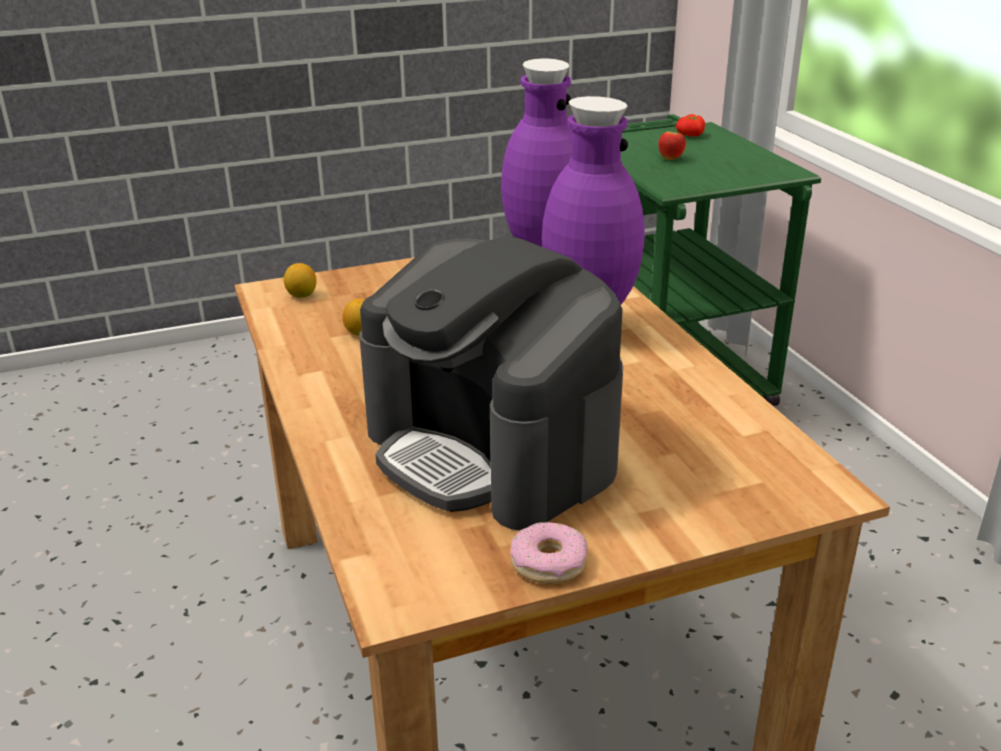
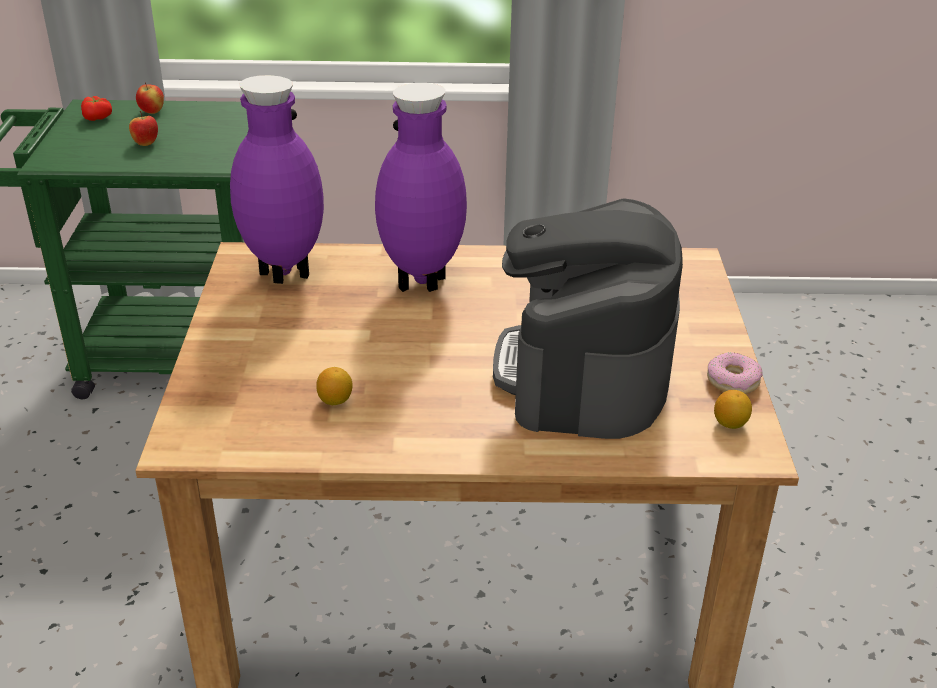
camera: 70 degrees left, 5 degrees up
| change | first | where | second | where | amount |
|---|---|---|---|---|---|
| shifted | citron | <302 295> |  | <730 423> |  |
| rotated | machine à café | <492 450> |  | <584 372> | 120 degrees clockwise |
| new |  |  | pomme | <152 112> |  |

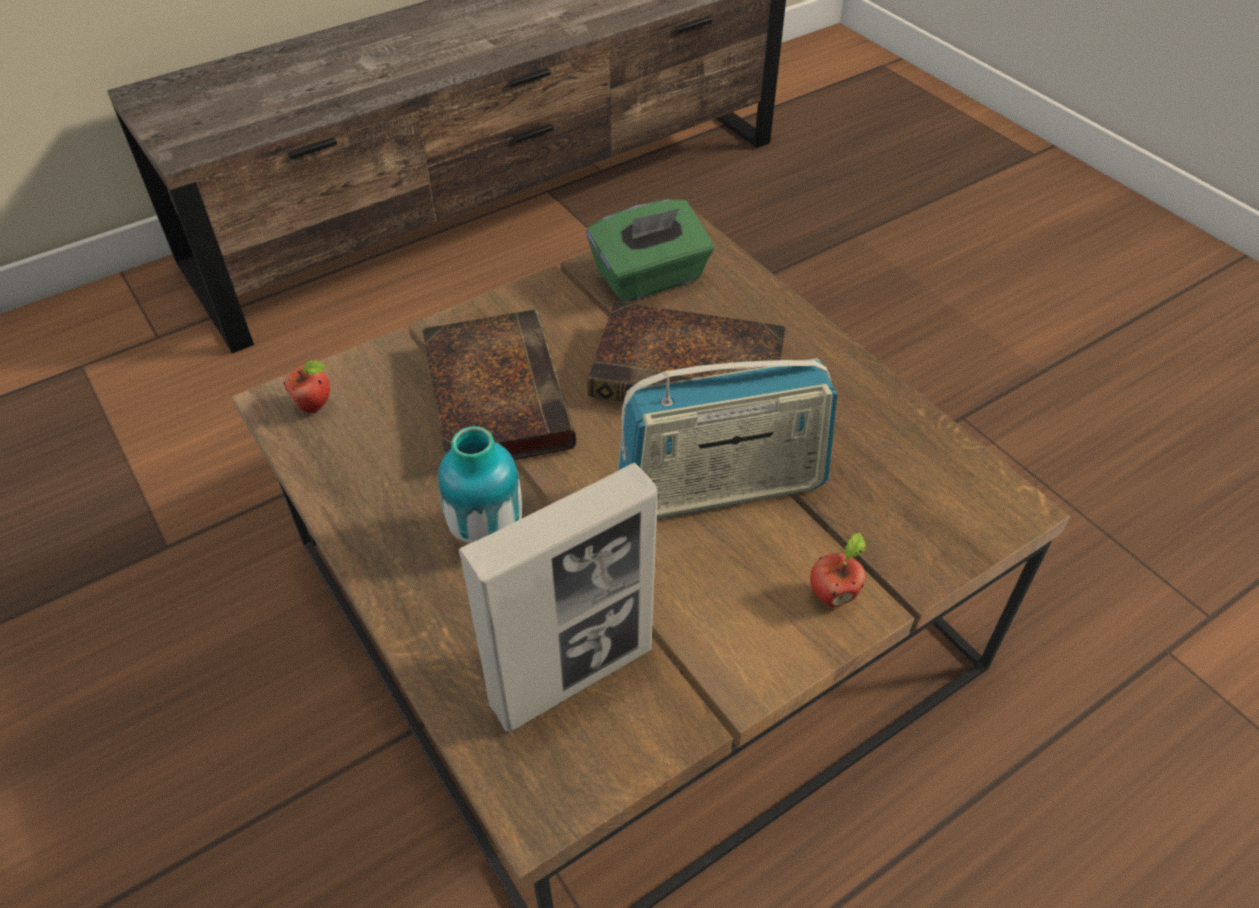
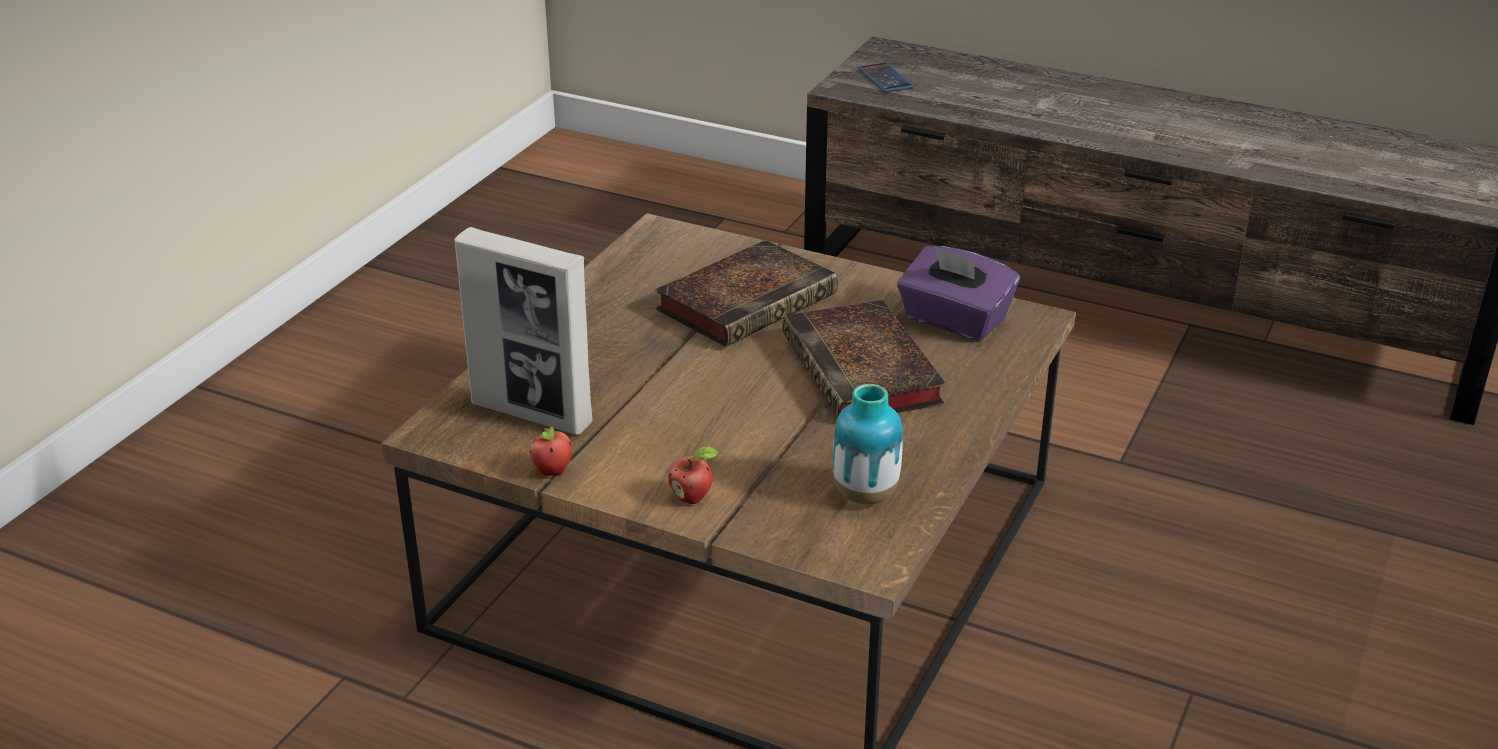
camera: 60 degrees right, 15 degrees down
| change | first | where | second | where | amount |
|---|---|---|---|---|---|
| shifted | pomme | <315 406> |  | <553 472> |  |
| shifted | vase | <487 534> |  | <865 495> |  |
| repainted | boîte à mouchoirs/vert | <650 278> | boîte à mouchoirs/violet | <954 320> |  |
| gone | radio | <722 488> |  |  |  |
| new |  |  | téléphone | <885 78> |  |

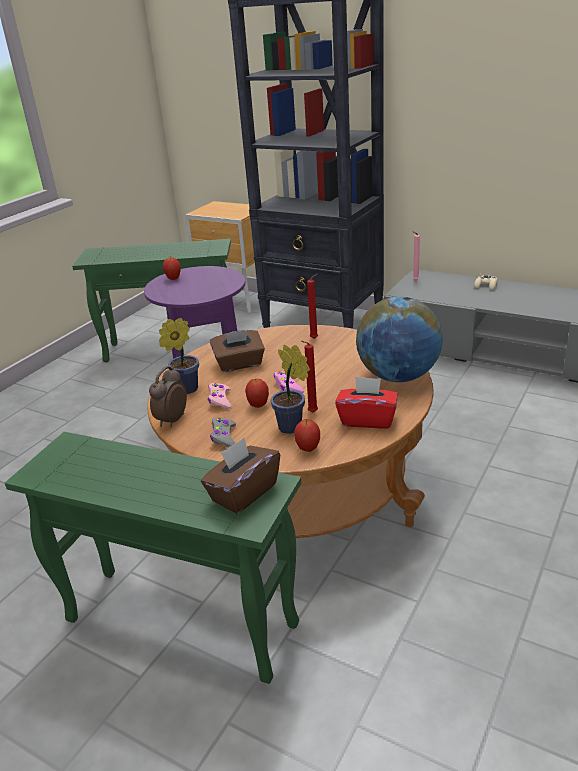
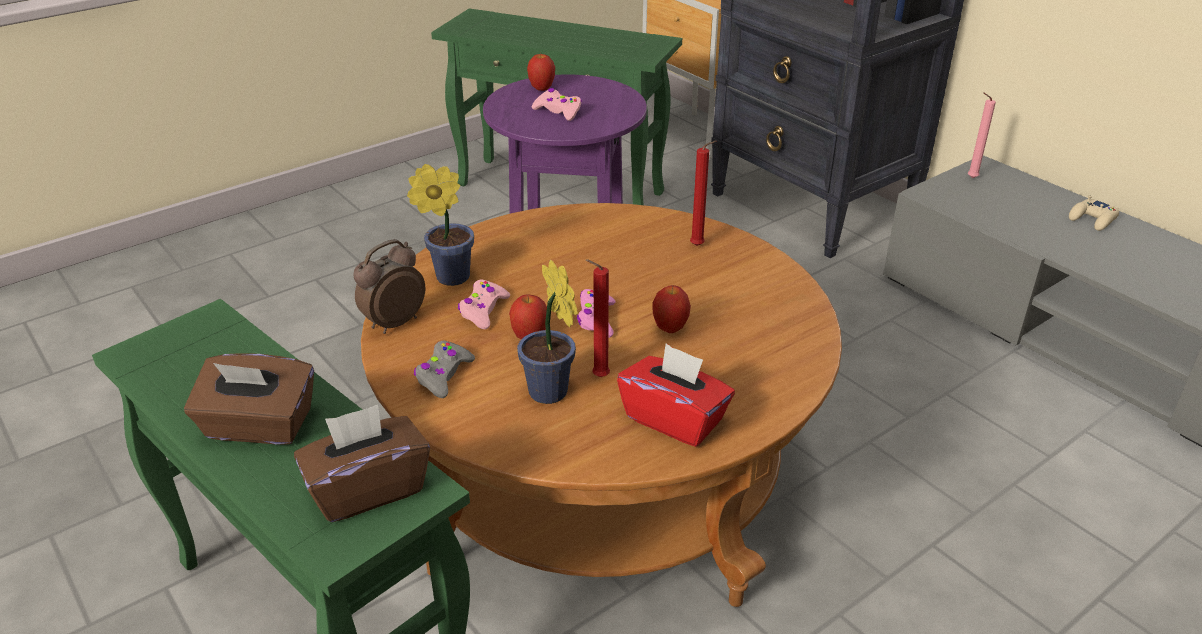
camera: 20 degrees right, 5 degrees up
| change | first | where | second | where | amount |
|---|---|---|---|---|---|
| shifted | boîte à mouchoirs/marron | <239 364> |  | <259 426> |  |
| shifted | pomme | <308 449> |  | <670 329> |  |
| gone | globe | <398 376> |  |  |  |
| new |  |  | manette/rose | <558 111> |  |

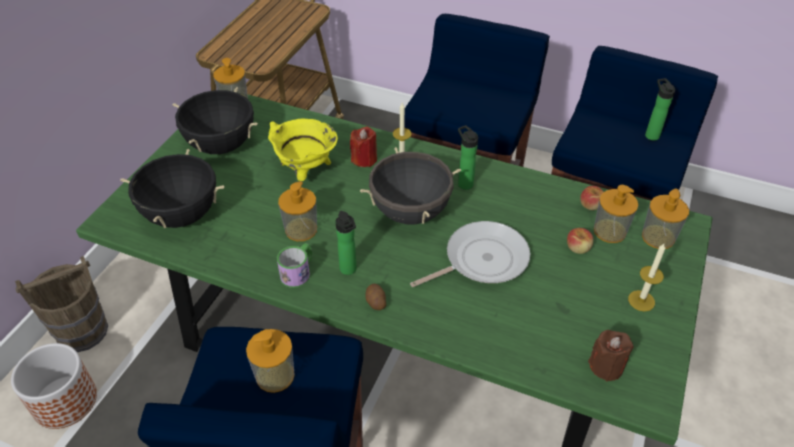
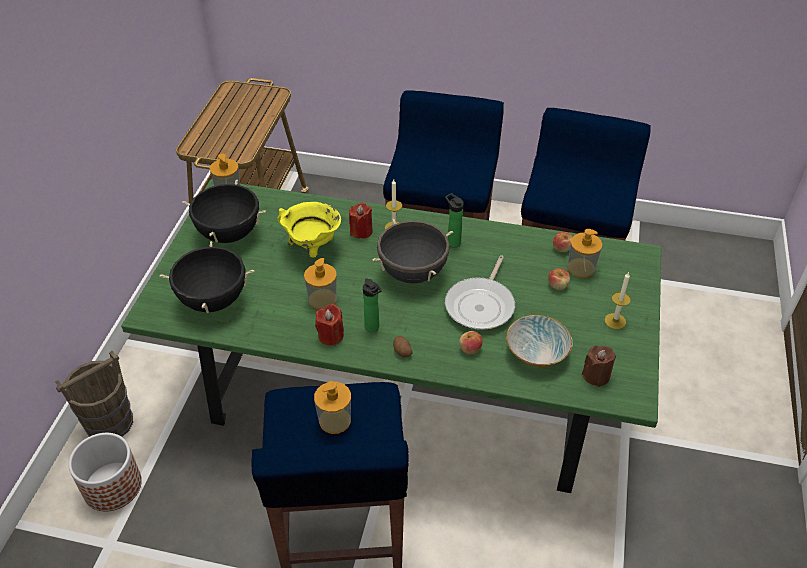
camera: 10 degrees left, 0 degrees up
| change | first | where | second | where | amount |
|---|---|---|---|---|---|
| swapped | mug | <298 272> | bougie/rouge | <331 335> |  |
| rotated | poêle | <481 260> |  | <481 305> | 150 degrees clockwise |
| gone | distributeur de savon | <658 237> |  |  |  |
| gone | bouteille | <651 134> |  |  |  |
| new |  |  | pomme | <470 349> |  |
| new |  |  | bol | <537 352> |  |

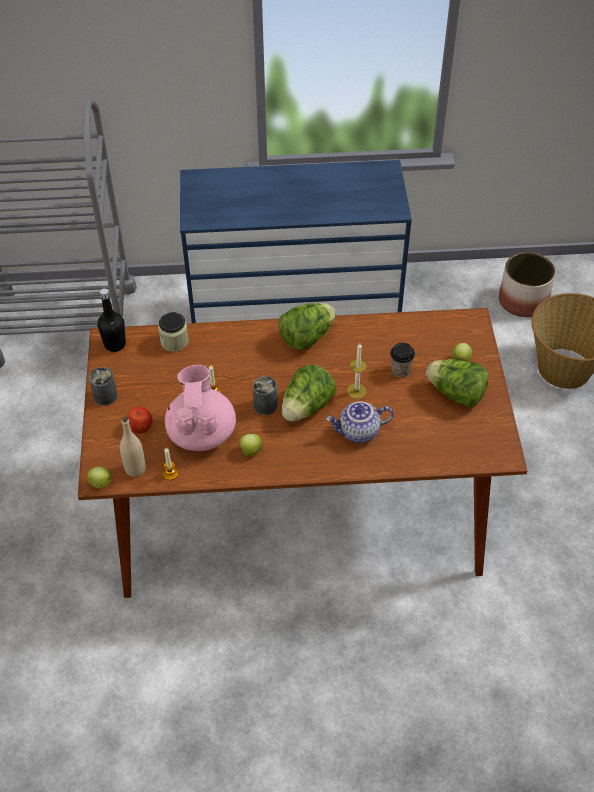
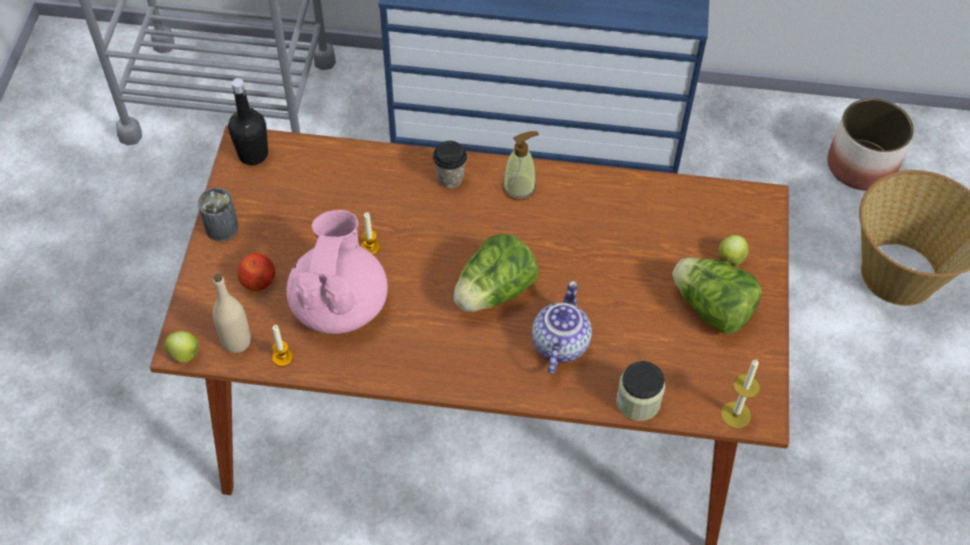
camera: 10 degrees right, 5 degrees up
| change | first | where | second | where | amount |
|---|---|---|---|---|---|
| shifted | bocal | <174 341> |  | <638 401> |  |
| gone | pomme | <250 451> |  |  |  |
| gone | boîte métallique | <265 405> |  |  |  |
| swapped | laitue | <307 337> | distributeur de savon | <519 187> |  |
| rotated | théière | <359 433> |  | <559 343> | 105 degrees clockwise |
| shifted | bougie | <356 391> |  | <735 414> |  |
| shifted | tasse | <400 370> |  | <450 178> |  |

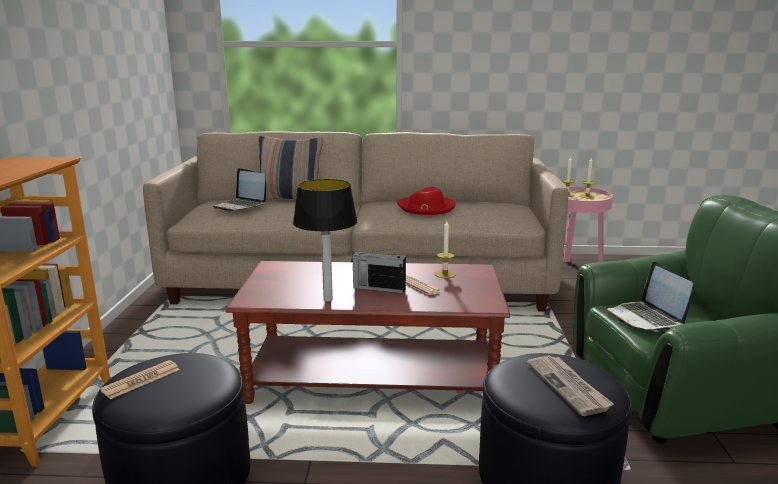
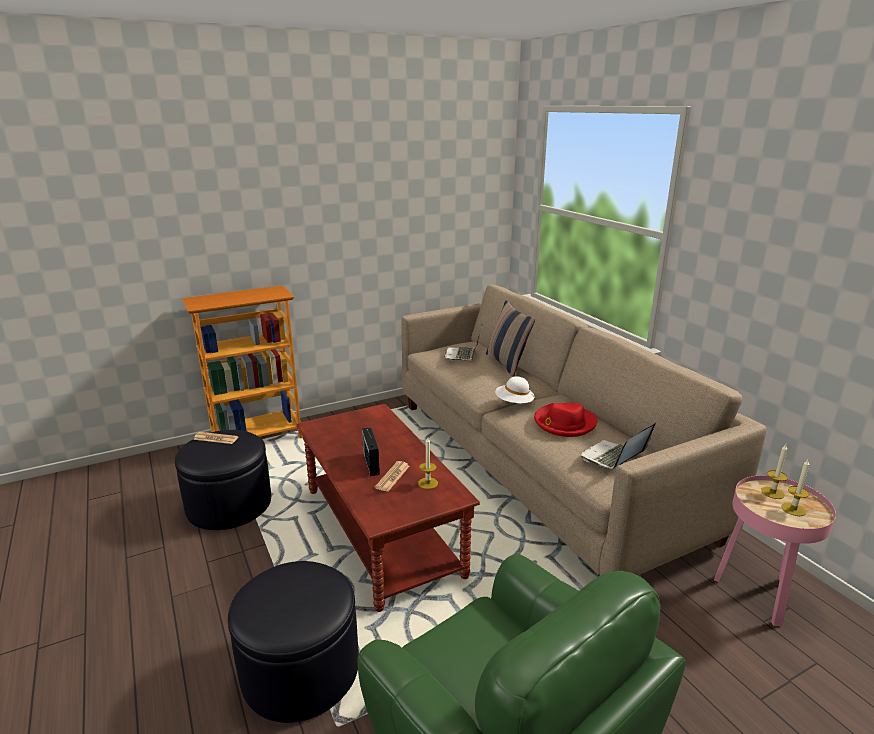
camera: 60 degrees right, 5 degrees up
| change | first | where | second | where | amount |
|---|---|---|---|---|---|
| gone | lampe de table | <328 300> |  |  |  |
| gone | journal | <568 386> |  |  |  |
| shifted | ordinateur portable | <646 318> |  | <613 458> |  |
| new |  |  | chapeau/blanc | <514 403> |  |

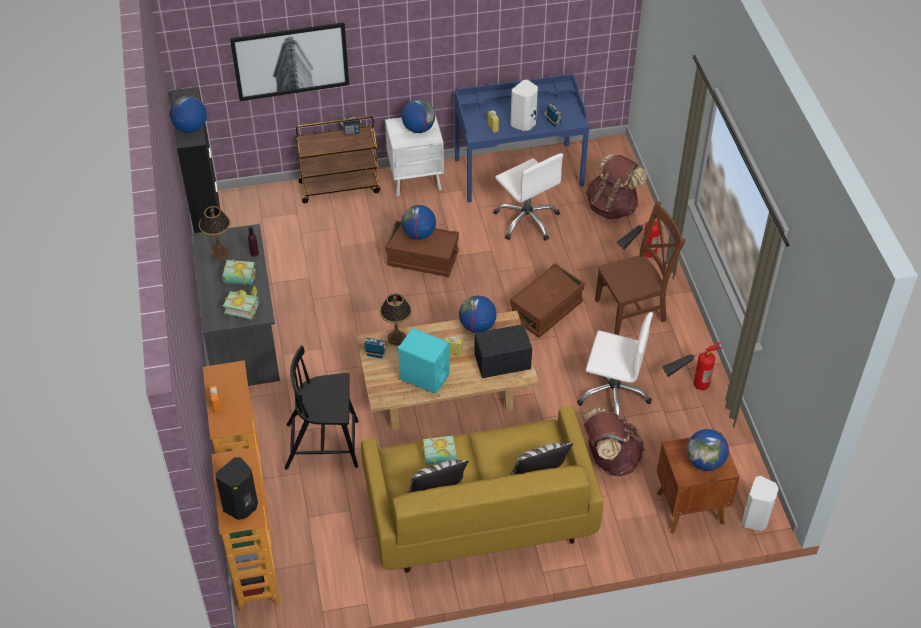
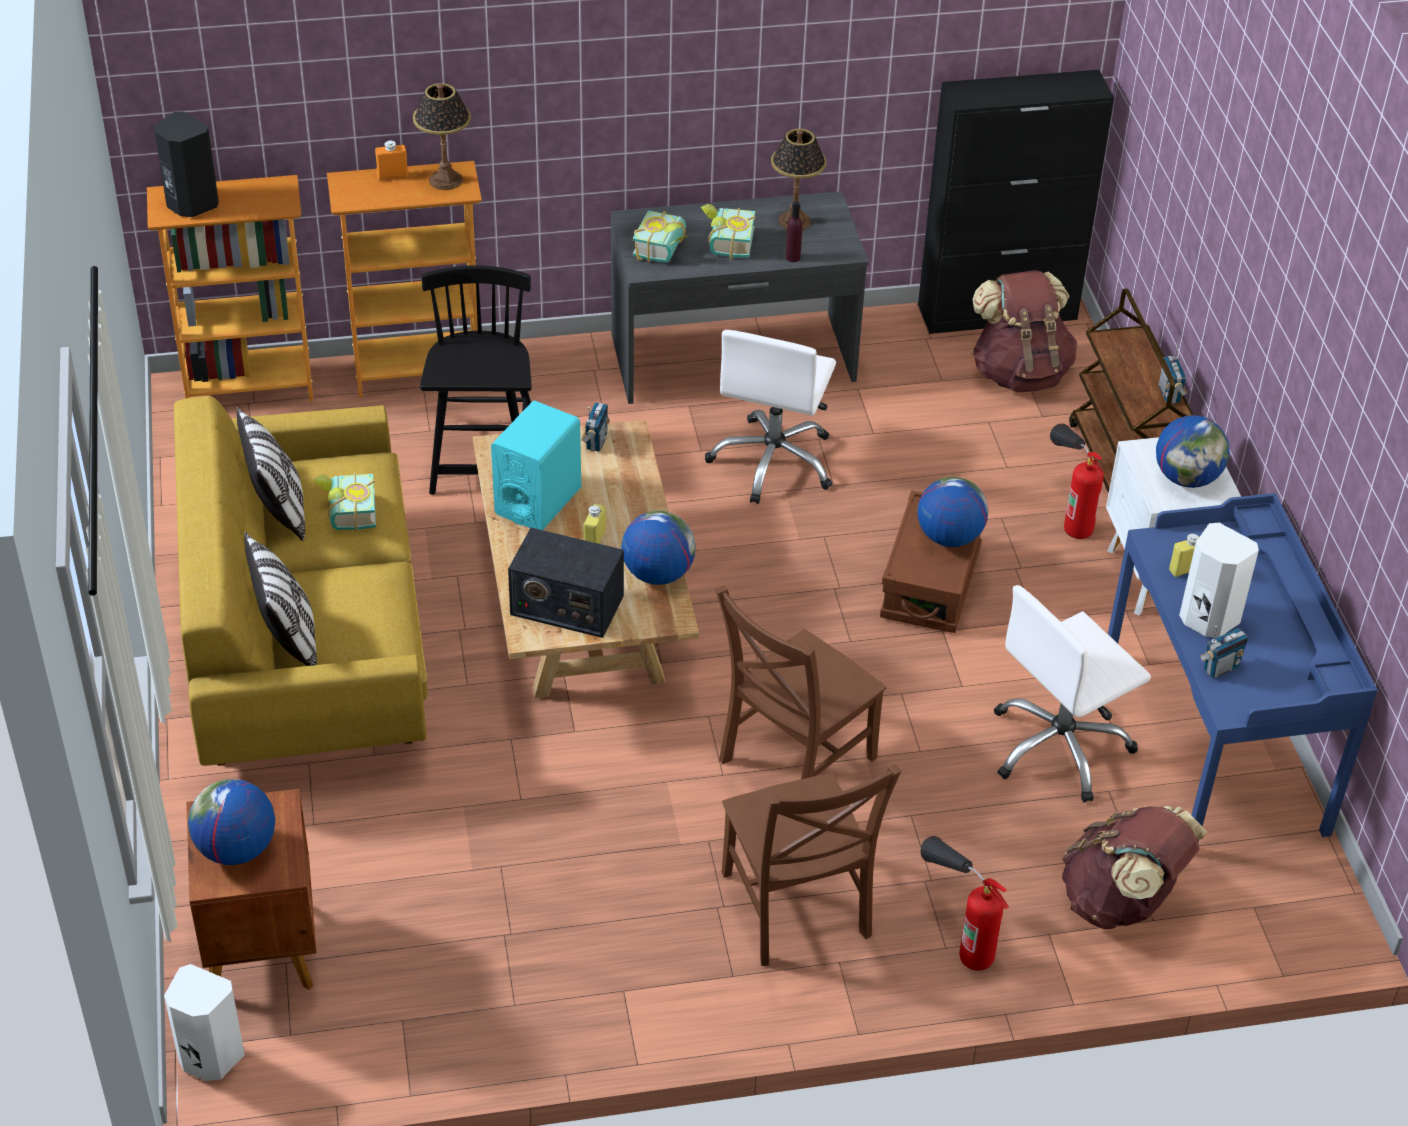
camera: 90 degrees right, 5 degrees down
| change | first | where | second | where | amount |
|---|---|---|---|---|---|
| gone | globe | <190 128> |  |  |  |
| gone | tableau | <290 60> |  |  |  |
| shifted | lampe de table | <397 338> |  | <446 180> |  |
| rotated | radio | <503 361> |  | <566 605> | 120 degrees clockwise |
| swapped | boîte de rangement/marron | <546 310> | chaise/marron | <792 763> |  |
| shifted | chaise de bureau/blanc | <613 394> |  | <773 462> |  |
| shifted | sac à dos/marron | <610 458> |  | <1019 373> |  |
| shifted | extincteur | <686 387> |  | <1069 510> |  |

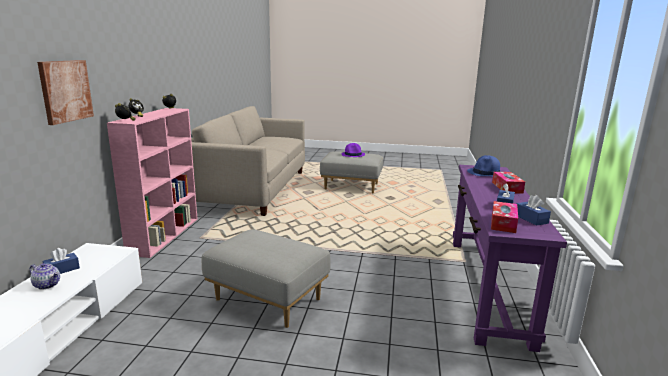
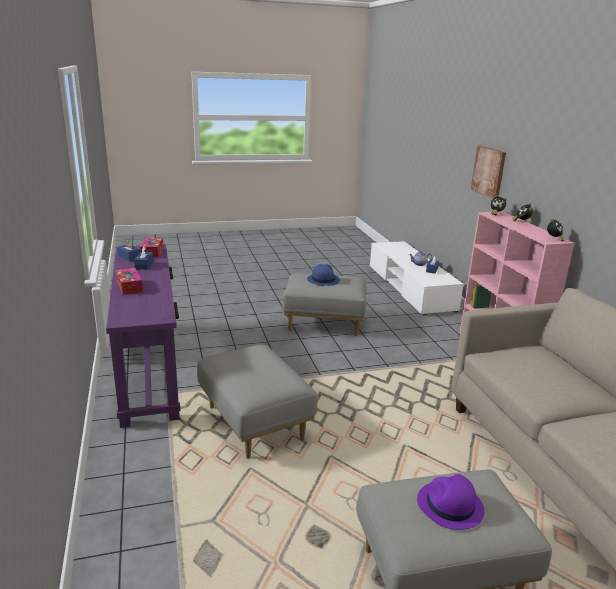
camera: 155 degrees right, 5 degrees up
| change | first | where | second | where | amount |
|---|---|---|---|---|---|
| shifted | chapeau/bleu | <486 173> |  | <323 280> |  |
| new |  |  | pouf/gris | <253 423> |  |

